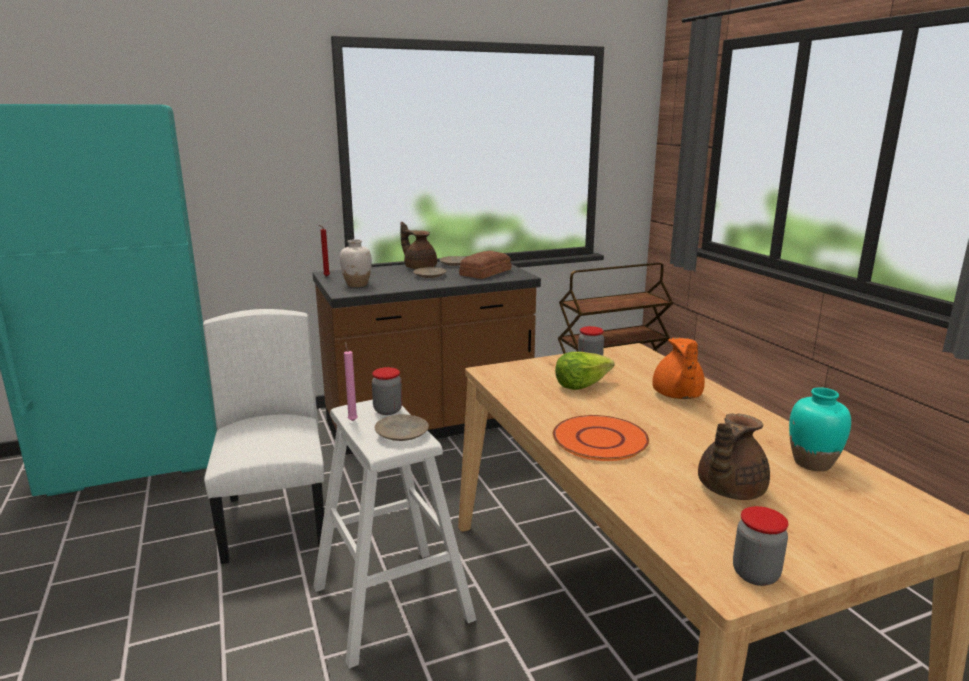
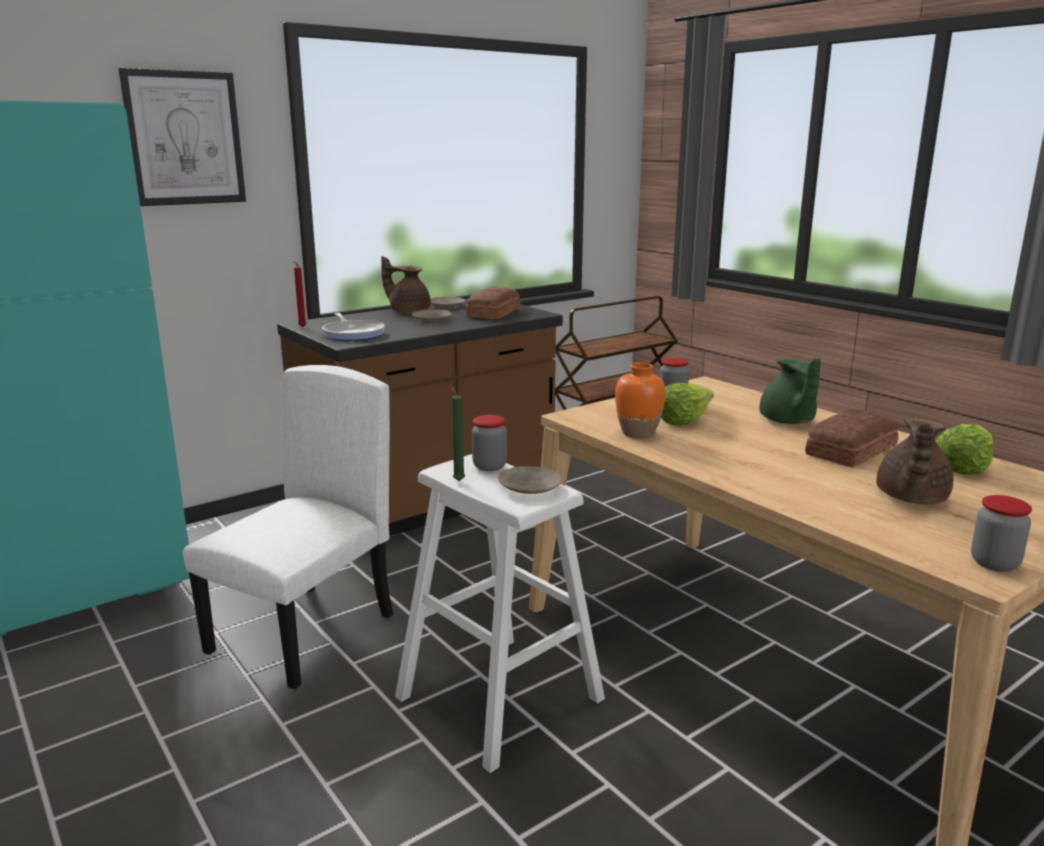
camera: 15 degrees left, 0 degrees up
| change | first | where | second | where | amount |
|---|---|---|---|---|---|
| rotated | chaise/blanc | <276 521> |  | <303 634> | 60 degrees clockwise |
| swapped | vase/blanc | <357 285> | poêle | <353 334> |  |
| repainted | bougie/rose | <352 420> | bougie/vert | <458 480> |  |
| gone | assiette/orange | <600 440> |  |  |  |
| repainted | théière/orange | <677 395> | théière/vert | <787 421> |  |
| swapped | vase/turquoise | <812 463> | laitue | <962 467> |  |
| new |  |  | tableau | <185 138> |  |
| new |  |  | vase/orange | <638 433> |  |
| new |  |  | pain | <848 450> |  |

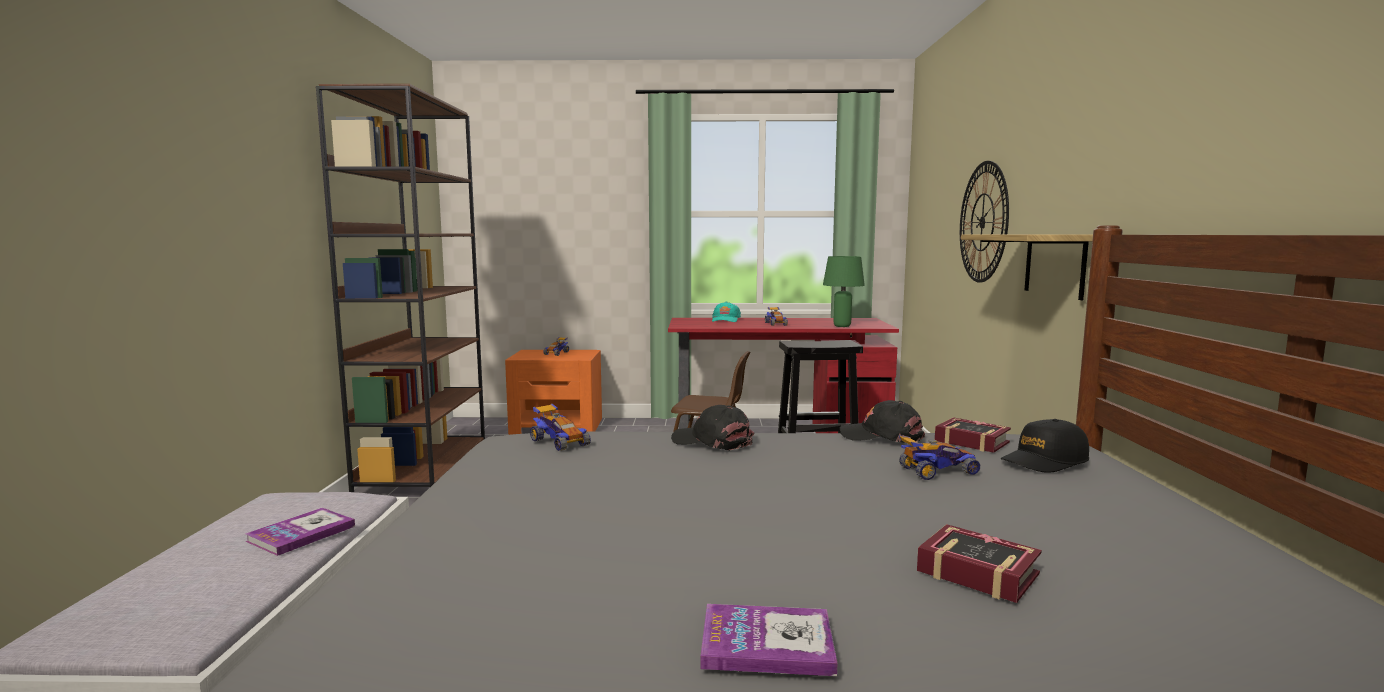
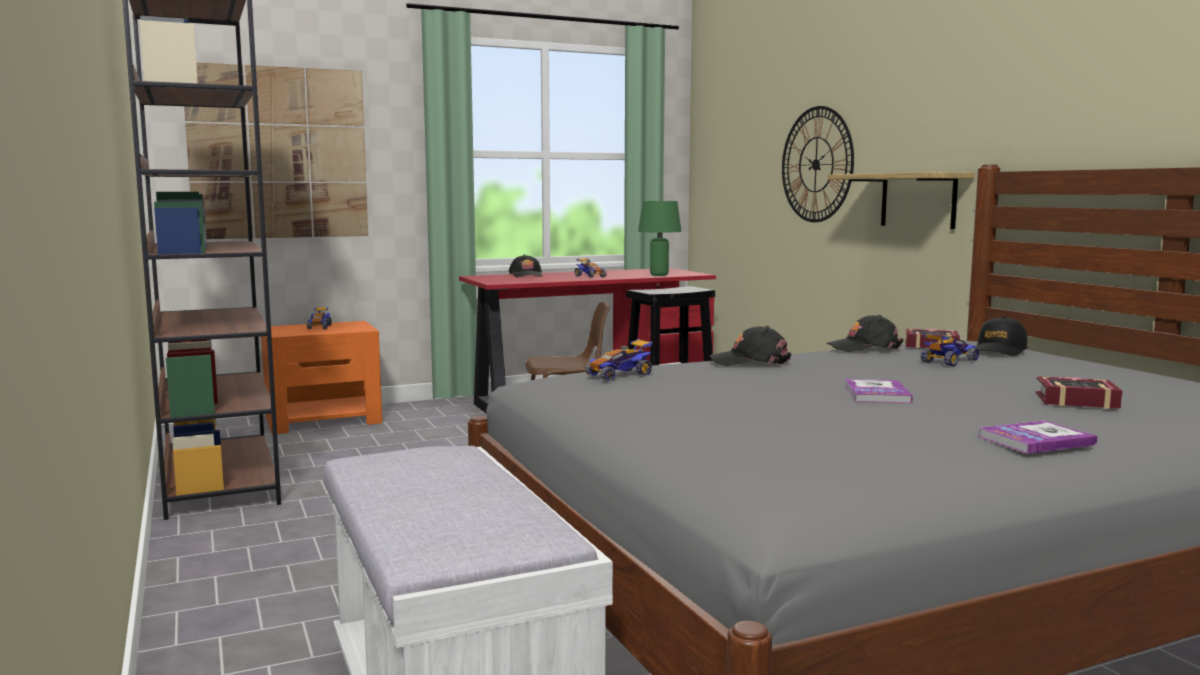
camera: 25 degrees left, 0 degrees up
| change | first | where | second | where | amount |
|---|---|---|---|---|---|
| shifted | livre | <301 533> |  | <876 394> |  |
| rotated | petite voiture | <559 442> |  | <620 375> | 120 degrees clockwise |
| repainted | casquette/turquoise | <725 320> | casquette/noir | <526 275> |  |
| new |  |  | tableau | <279 153> |  |

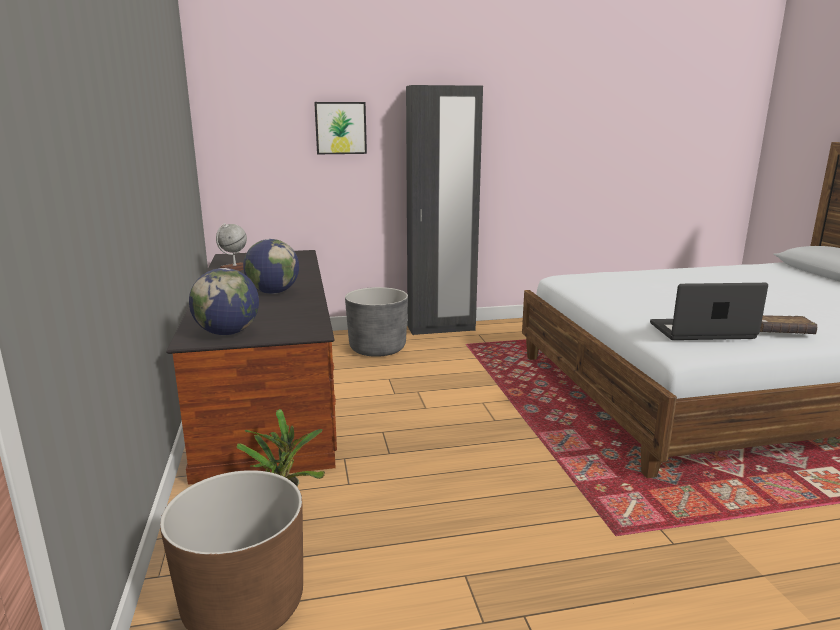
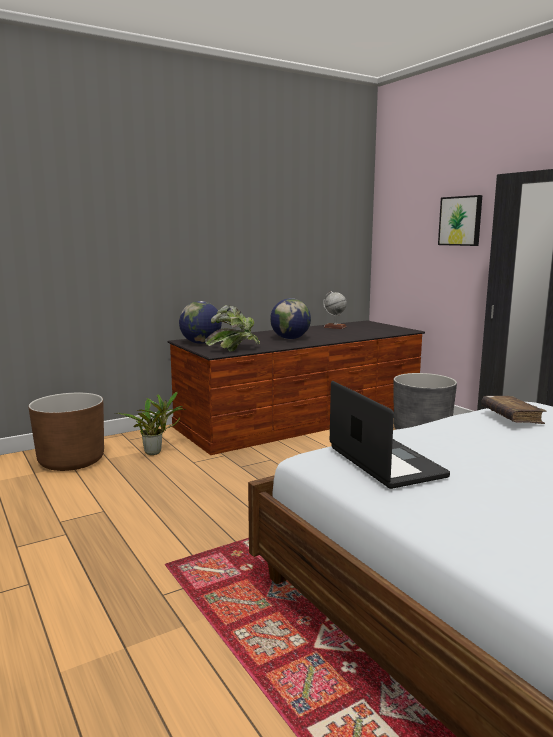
camera: 70 degrees right, 5 degrees down
| change | first | where | second | where | amount |
|---|---|---|---|---|---|
| shifted | livre/marron | <780 332> |  | <511 417> |  |
| new |  |  | plante en pot | <234 350> |  |

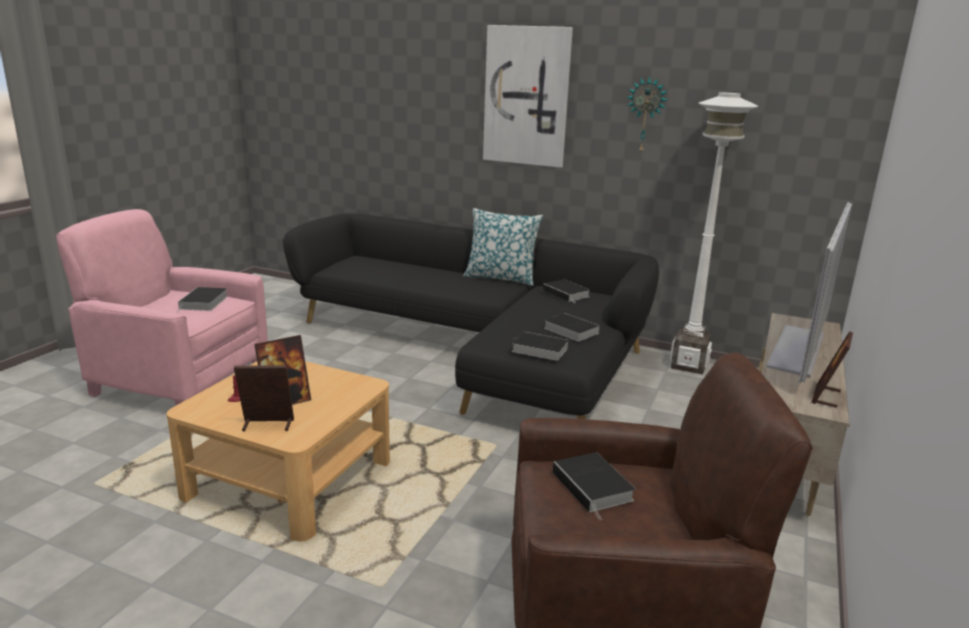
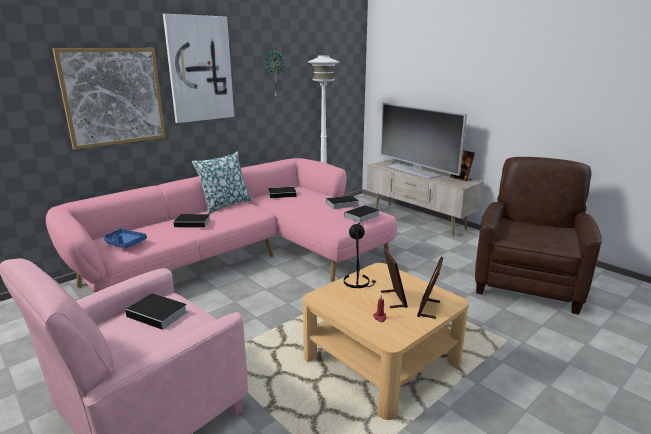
camera: 65 degrees left, 0 degrees up
| change | first | where | second | where | amount |
|---|---|---|---|---|---|
| repainted | canapé/noir | <480 349> | canapé/rose | <246 256> |  |
| shifted | livre | <594 487> |  | <194 223> |  |
| new |  |  | tableau | <113 96> |  |
| new |  |  | plateau/bleu | <124 243> |  |
| new |  |  | lampe de table/noir | <358 281> |  |

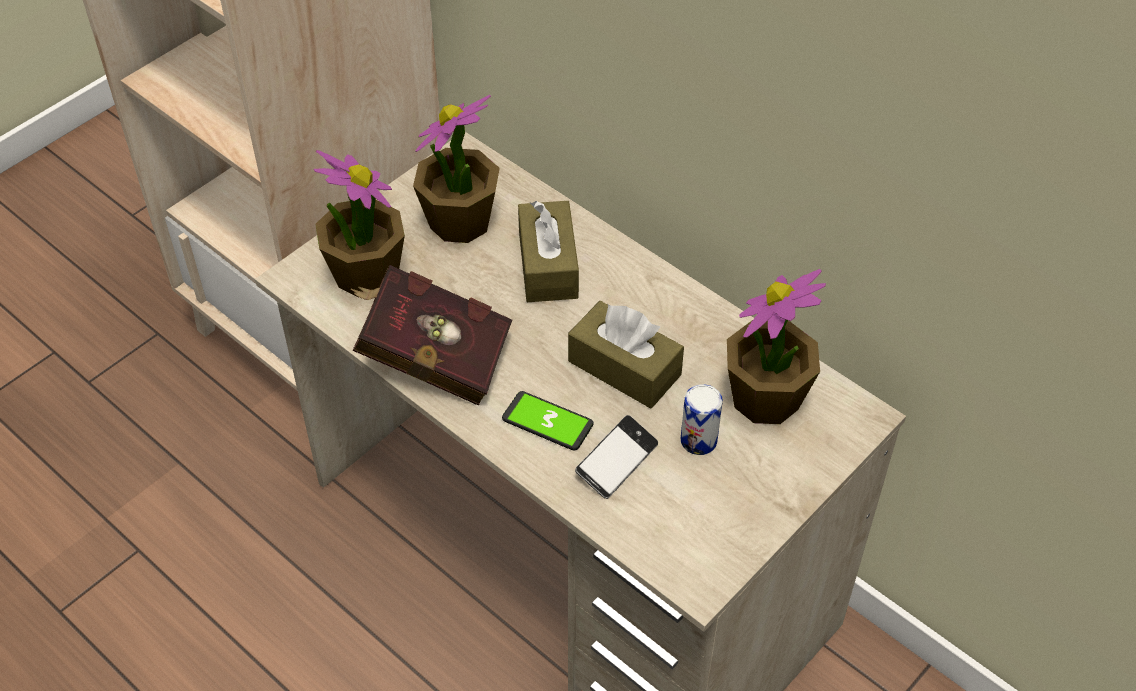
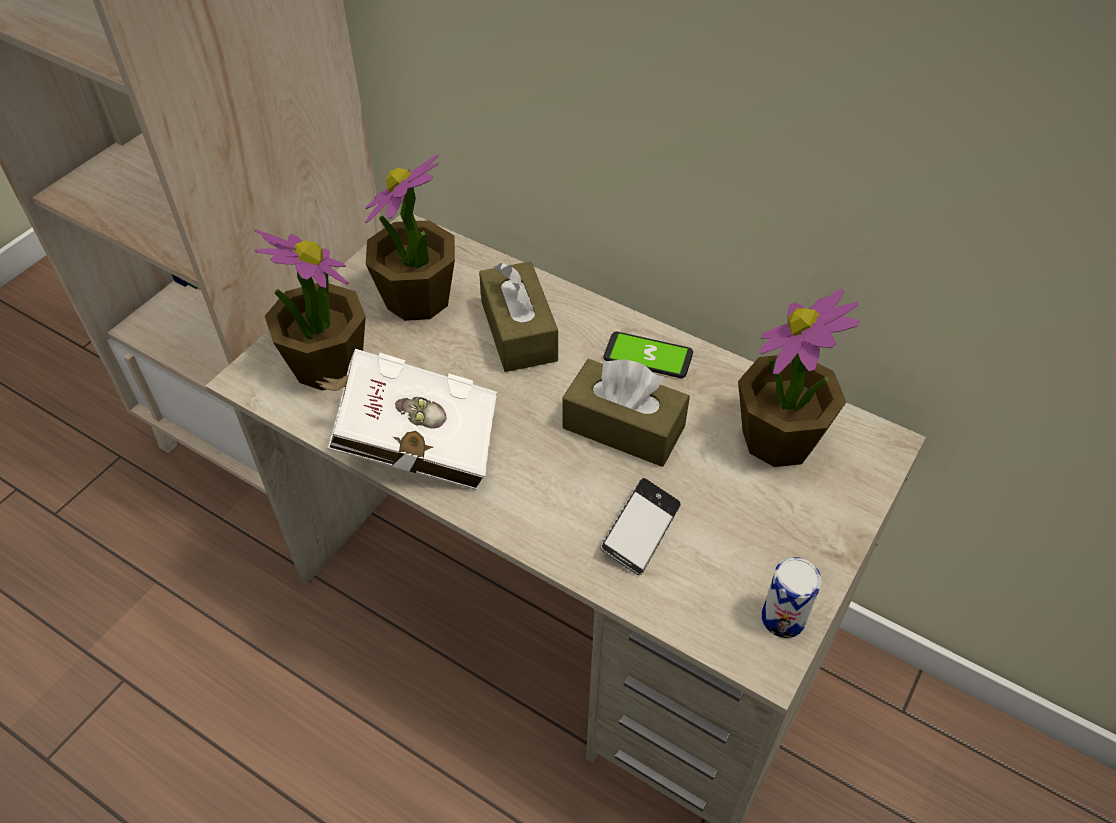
camera: 10 degrees left, 0 degrees up
| change | first | where | second | where | amount |
|---|---|---|---|---|---|
| repainted | livre/rouge | <430 356> | livre/blanc | <413 443> |  |
| shifted | téléphone | <547 422> |  | <648 356> |  |
| shifted | boîte métallique | <698 440> |  | <783 618> |  |

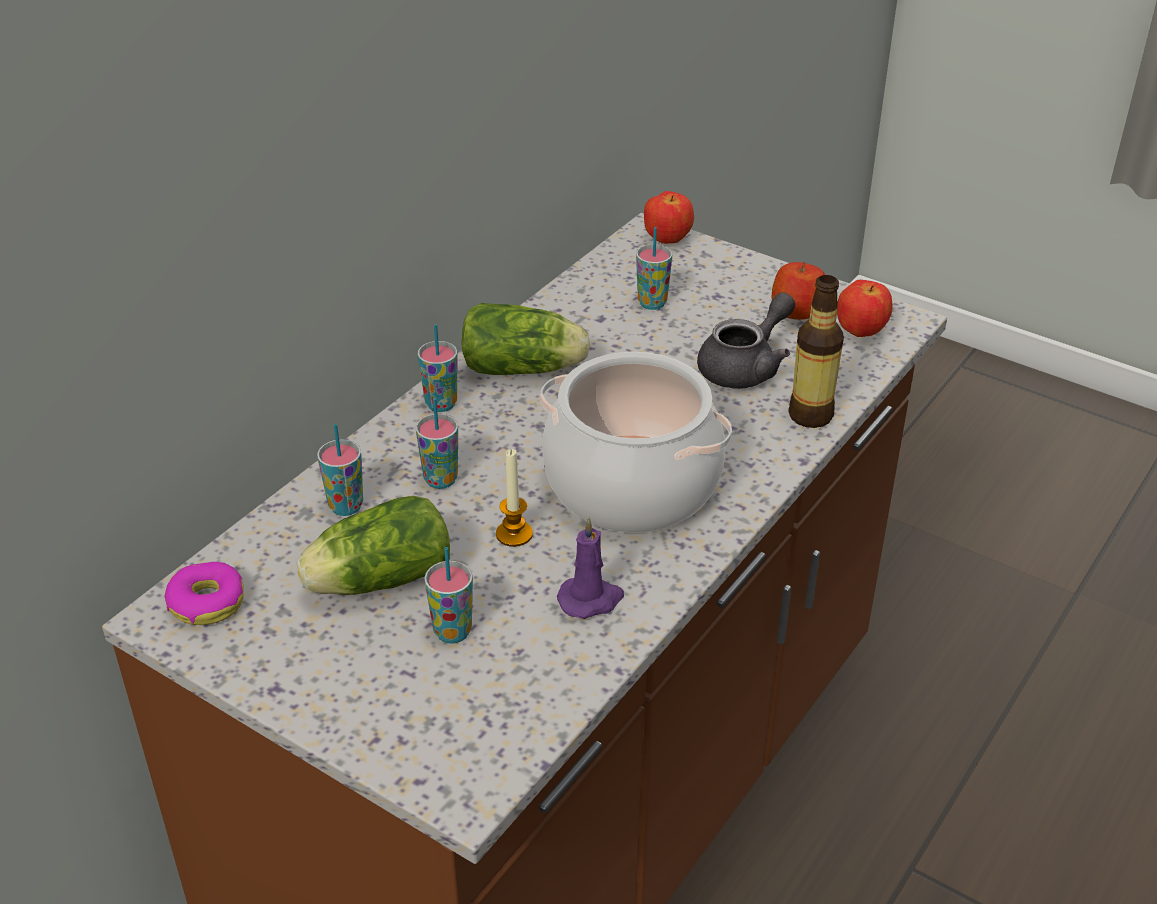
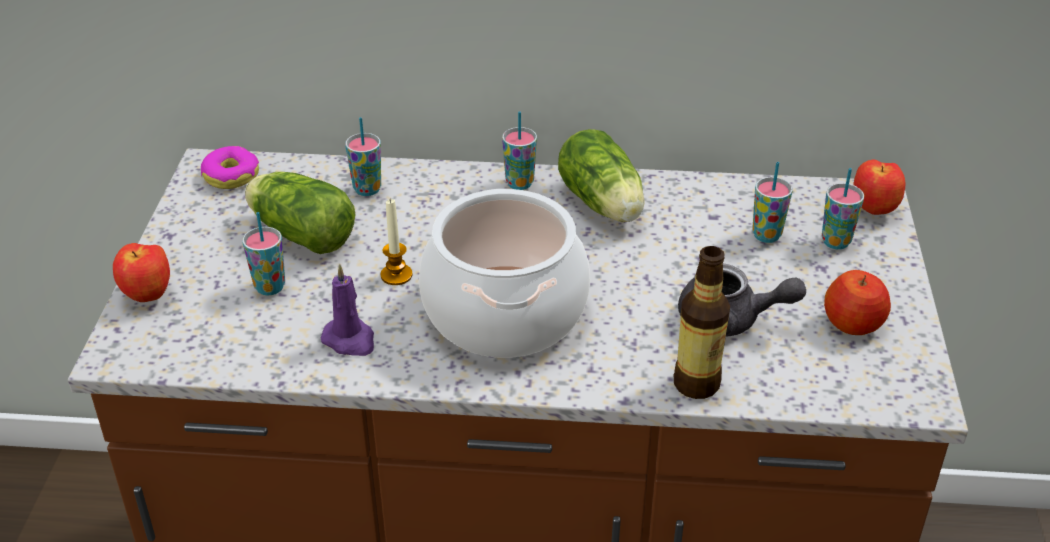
camera: 60 degrees right, 0 degrees up
| change | first | where | second | where | amount |
|---|---|---|---|---|---|
| shifted | tasse | <440 480> |  | <835 242> |  |
| shifted | pomme | <861 332> |  | <148 296> |  |

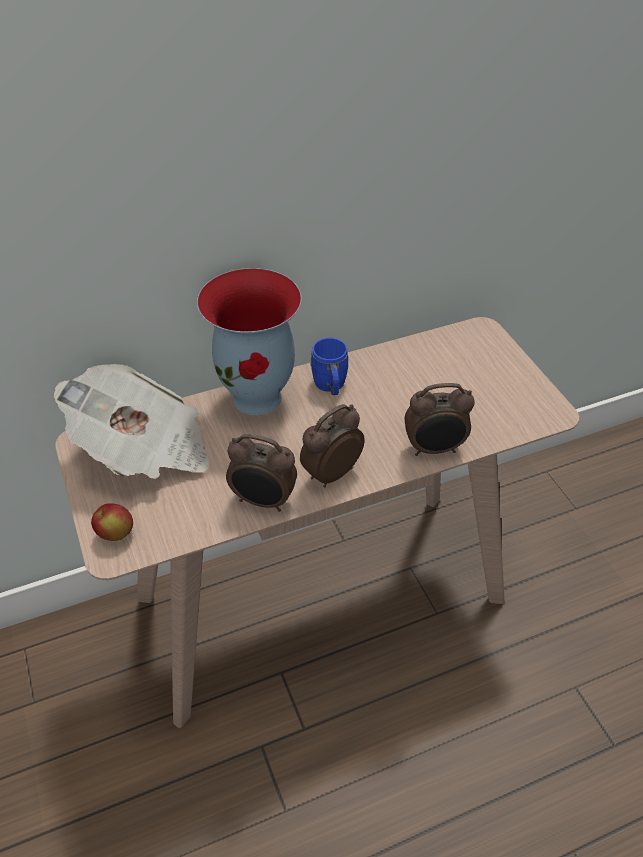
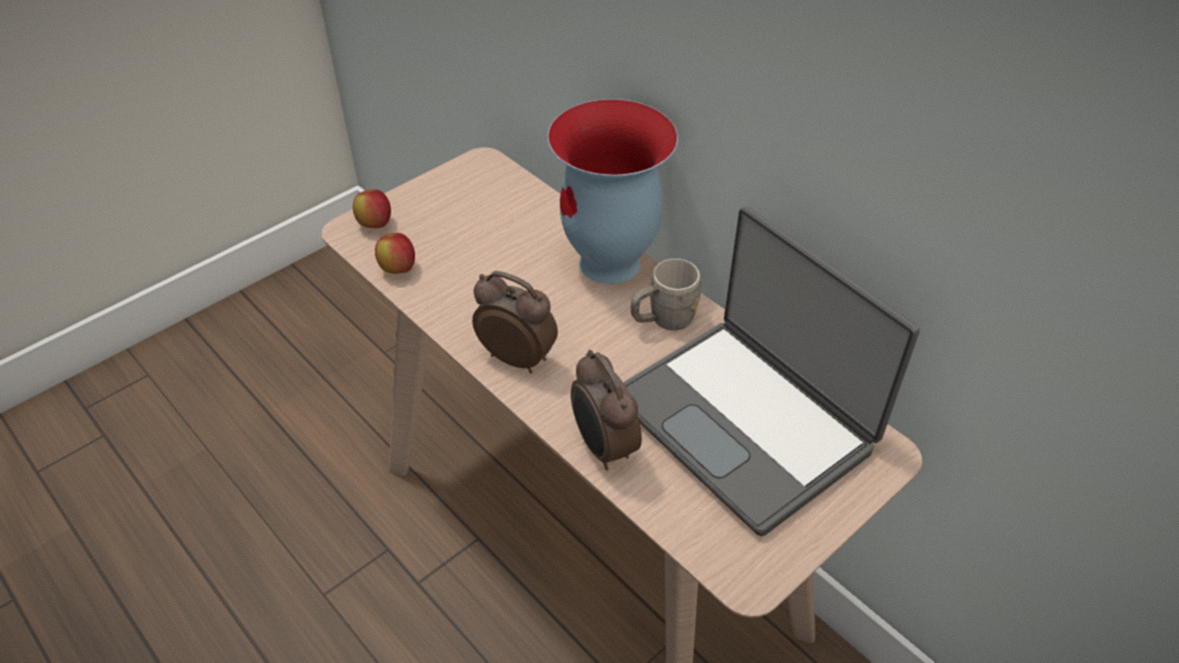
camera: 70 degrees right, 0 degrees up
| change | first | where | second | where | amount |
|---|---|---|---|---|---|
| gone | journal | <144 449> |  |  |  |
| gone | réveil | <263 501> |  |  |  |
| repainted | mug/bleu | <330 387> | mug/gris | <663 320> |  |
| new |  |  | pomme | <398 269> |  |
| new |  |  | ordinateur portable | <746 421> |  |

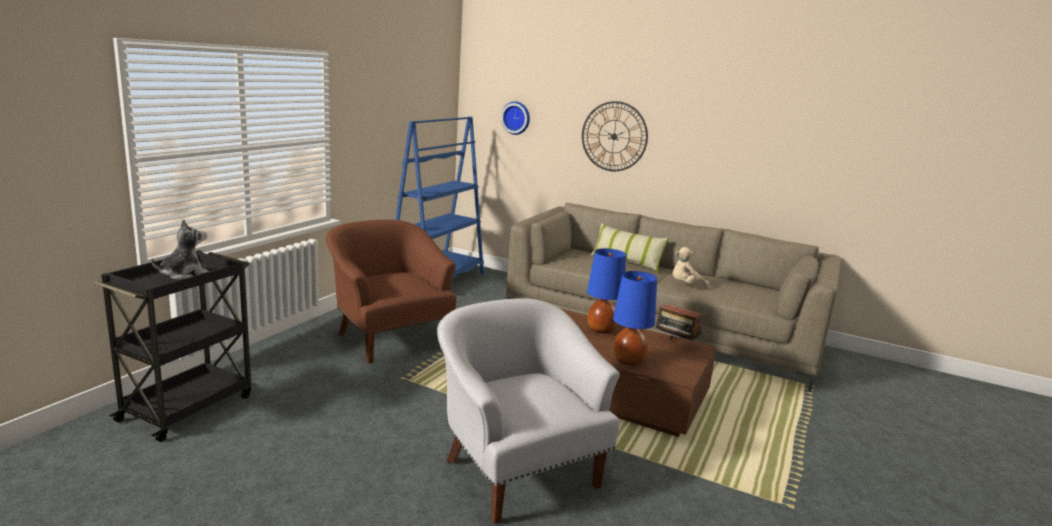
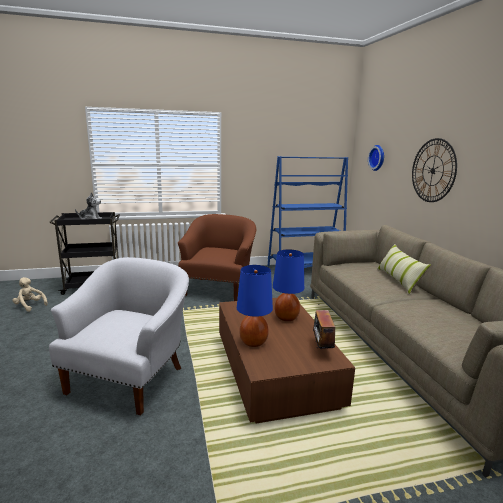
camera: 50 degrees right, 0 degrees up
| change | first | where | second | where | amount |
|---|---|---|---|---|---|
| shifted | peluche/beige | <686 285> |  | <30 306> |  |

